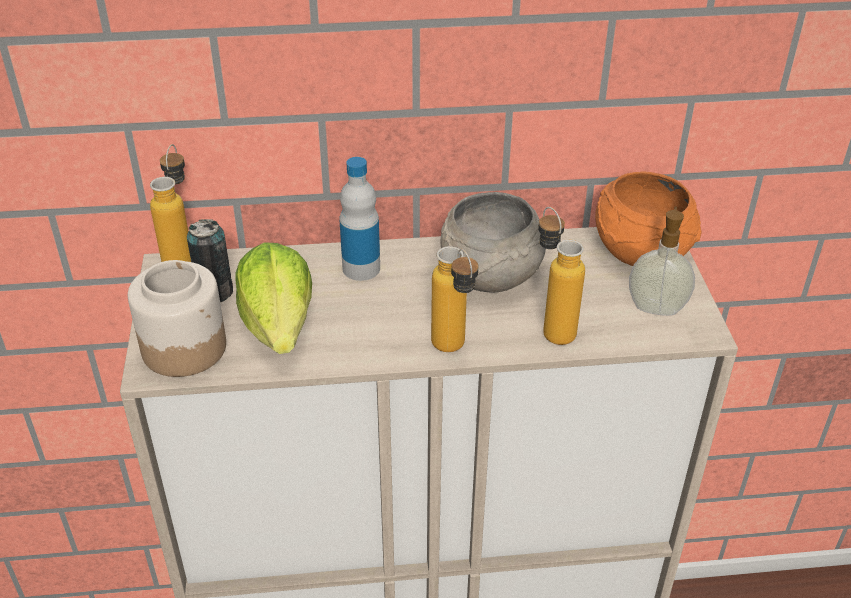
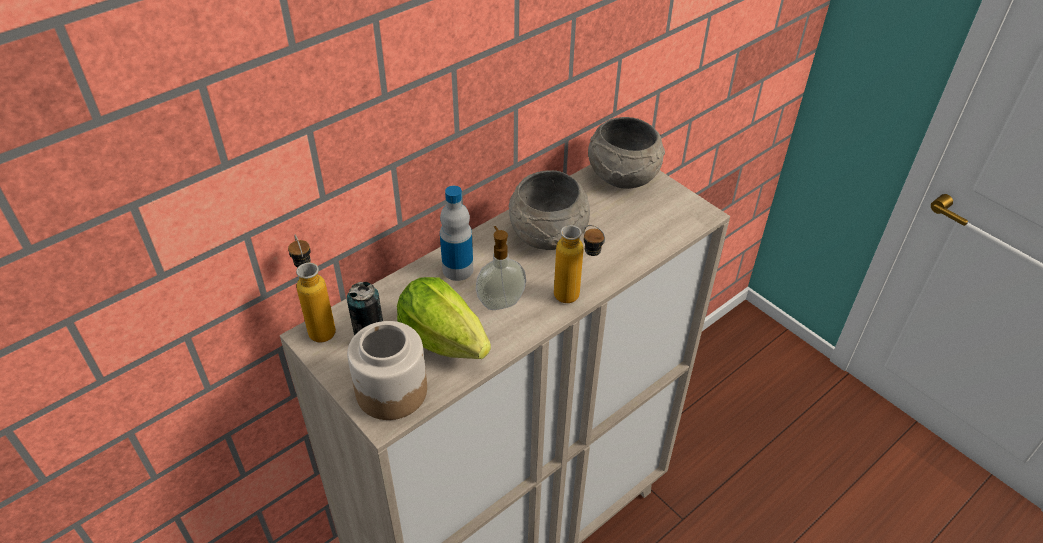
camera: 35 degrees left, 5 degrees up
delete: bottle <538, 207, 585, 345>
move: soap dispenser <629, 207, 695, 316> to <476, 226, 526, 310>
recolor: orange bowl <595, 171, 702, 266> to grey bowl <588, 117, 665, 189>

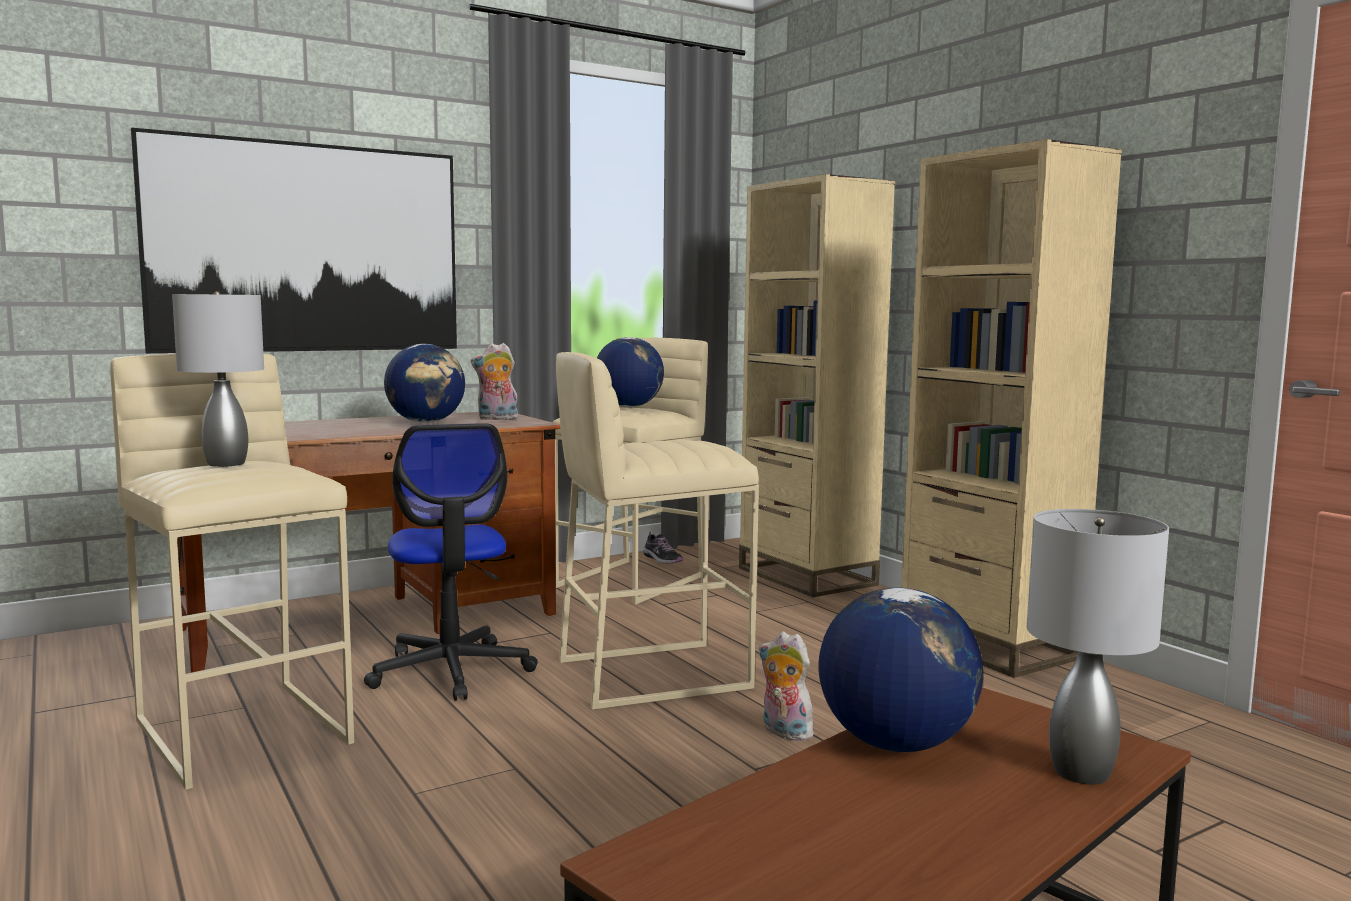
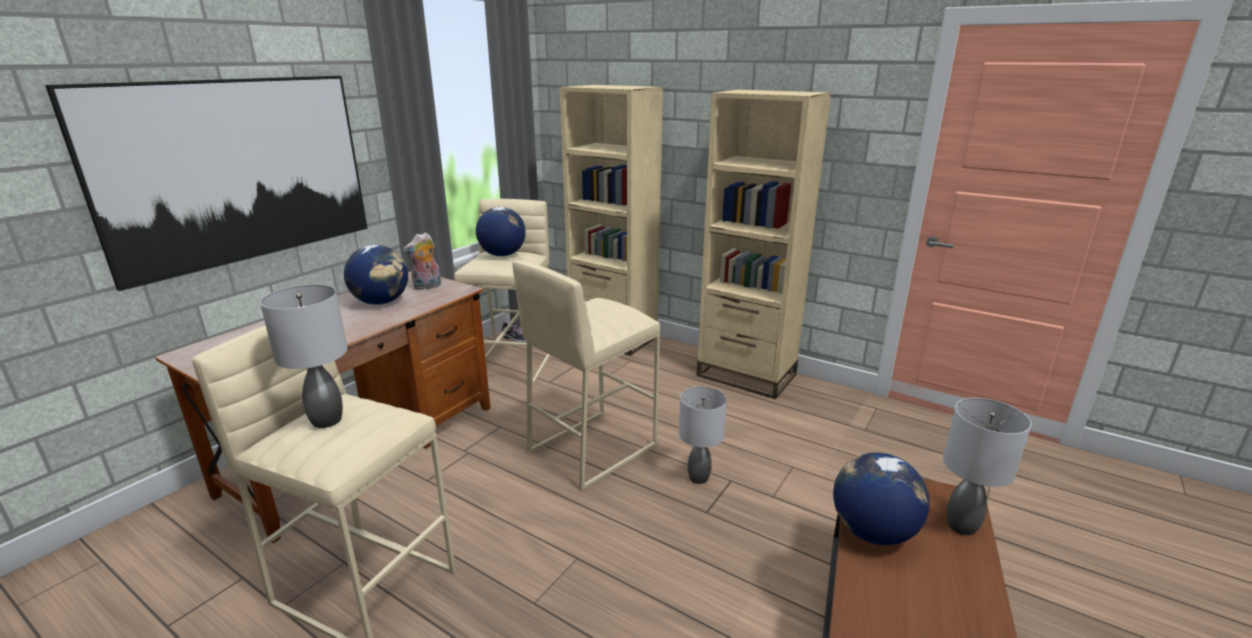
camera: 25 degrees left, 15 degrees up
delete: office chair <364, 423, 538, 701>
replace: plush toy <758, 631, 820, 741> to grey table lamp <679, 386, 727, 484>

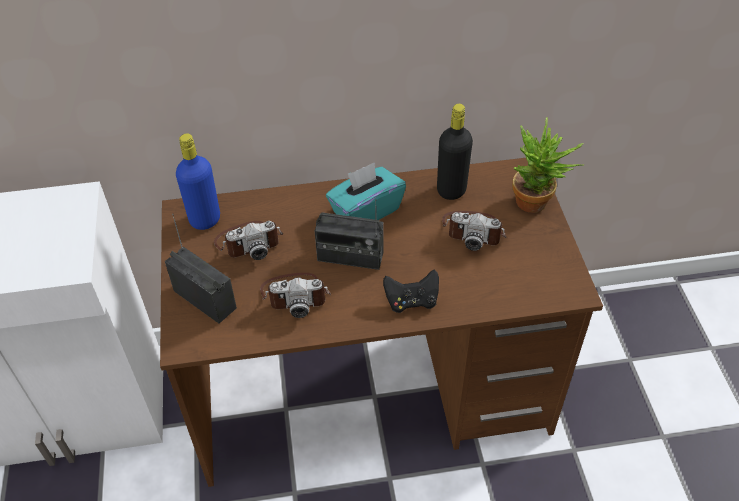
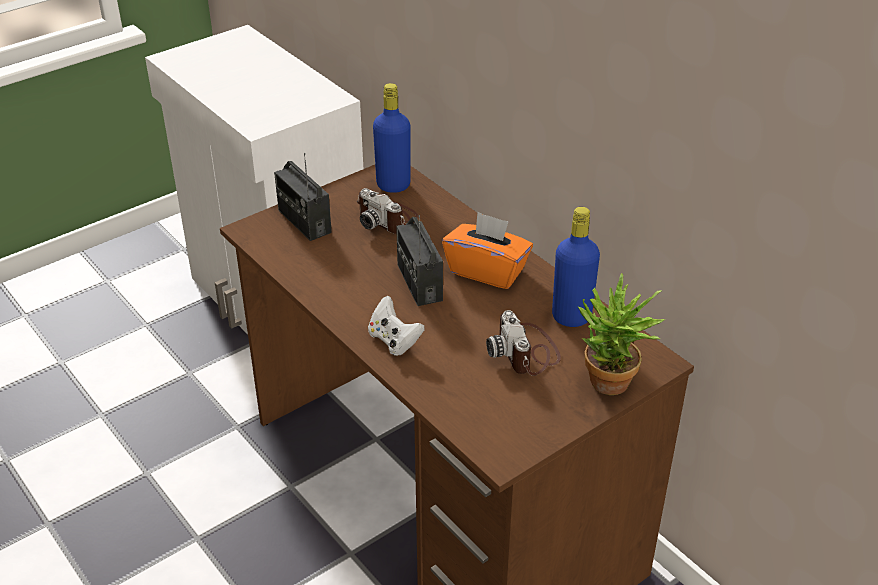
camera: 60 degrees right, 10 degrees down
delete: photo camera <260, 272, 331, 318>
recolor: turquoise tissue box <326, 163, 406, 220> to orange tissue box <442, 212, 533, 289>; black game controller <383, 270, 439, 313> to white game controller <368, 296, 425, 356>; black bottle <437, 104, 473, 200> to blue bottle <552, 207, 600, 327>
rotate: radio <165, 214, 237, 323> = <274, 153, 332, 241> 135 degrees clockwise

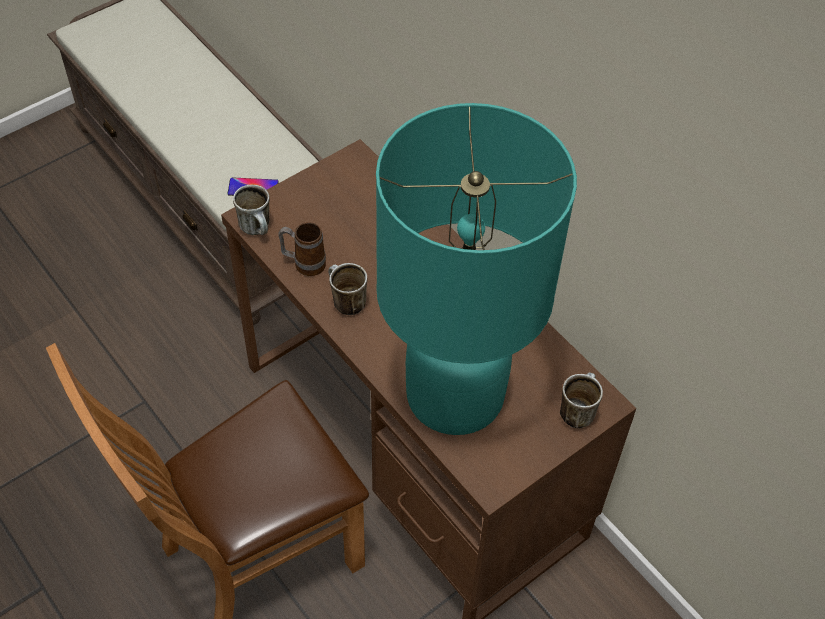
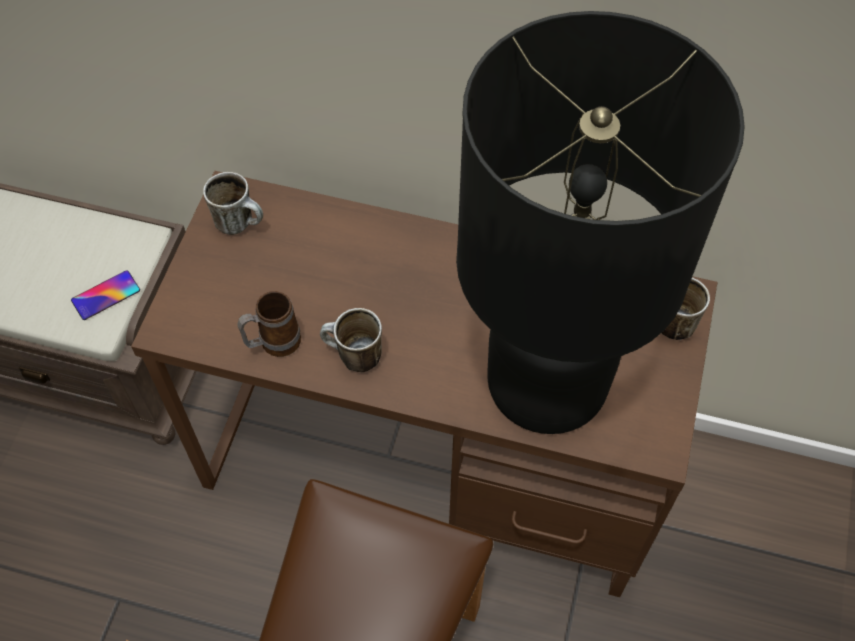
camera: 35 degrees left, 5 degrees up
move: mug <233, 185, 270, 235> to <203, 172, 263, 235>
recolor: turquoise table lamp <376, 103, 577, 435> to black table lamp <456, 11, 745, 434>

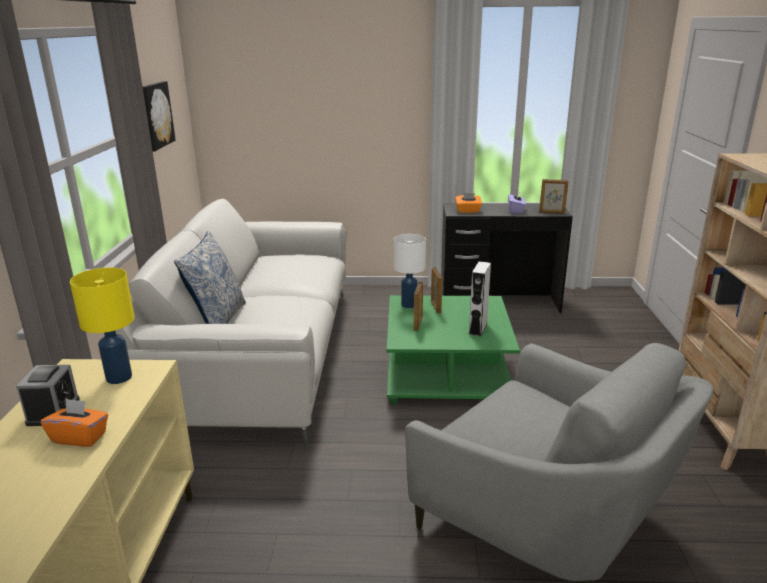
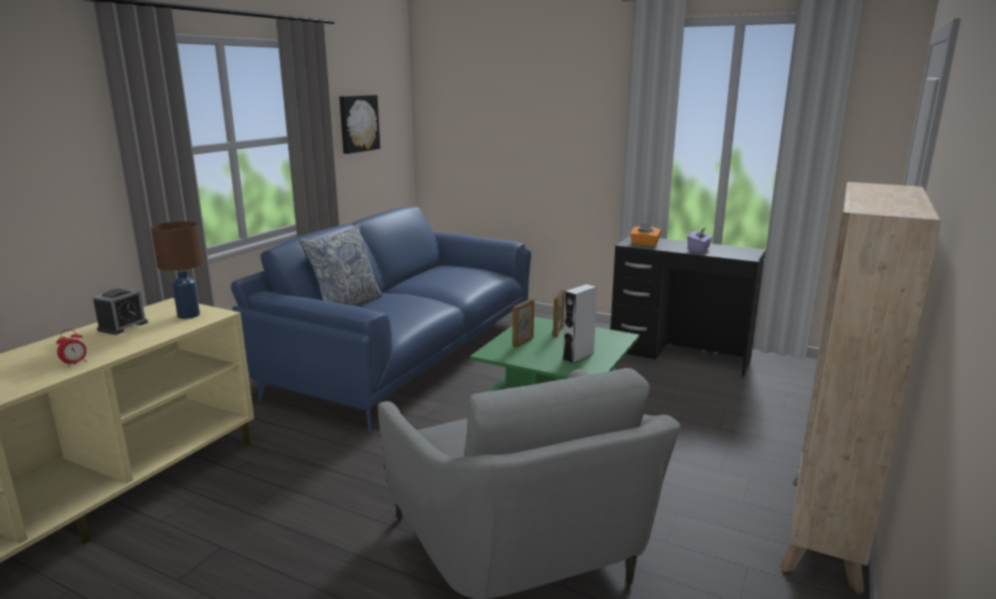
camera: 25 degrees right, 5 degrees down
delete: orange tissue box <41, 399, 108, 447>; white table lamp <393, 234, 426, 308>; picture frame <539, 179, 568, 214>
insert: alarm clock <56, 329, 87, 368>
recolor: yellow table lamp <70, 268, 135, 384> to brown table lamp <151, 221, 204, 319>; grey sofa <115, 199, 347, 449> to blue sofa <231, 206, 531, 433>

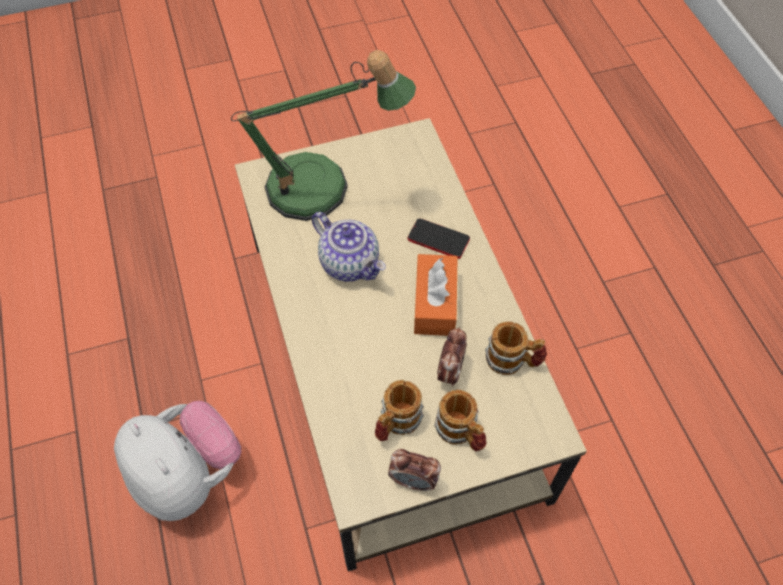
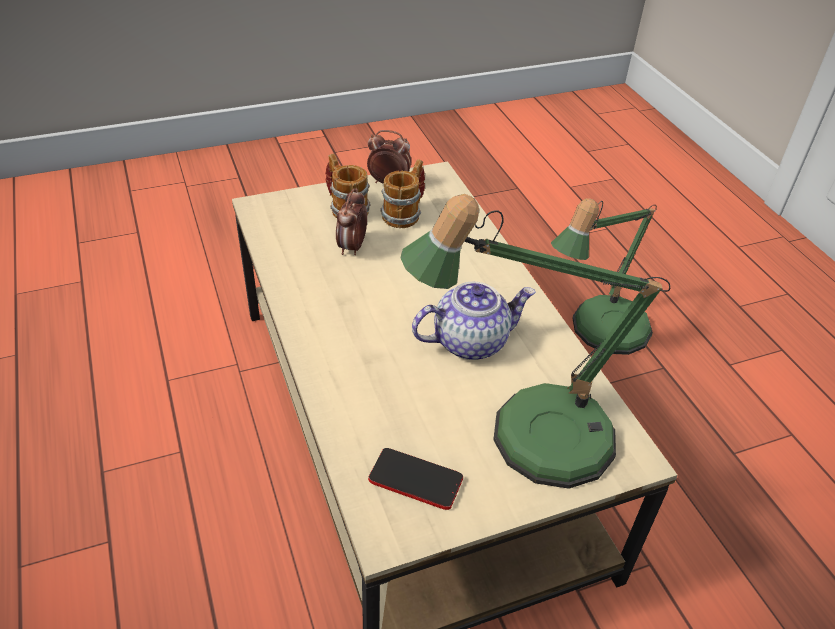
camera: 175 degrees right, 15 degrees down
delete: orange tissue box <414, 254, 457, 336>; mug <485, 322, 547, 375>
move: phone <408, 218, 470, 259> to <368, 448, 463, 510>
replace: plush toy <114, 401, 241, 521> to table lamp <551, 198, 657, 355>
rotate: teapot <312, 212, 386, 282> = <412, 282, 536, 360> 120 degrees clockwise

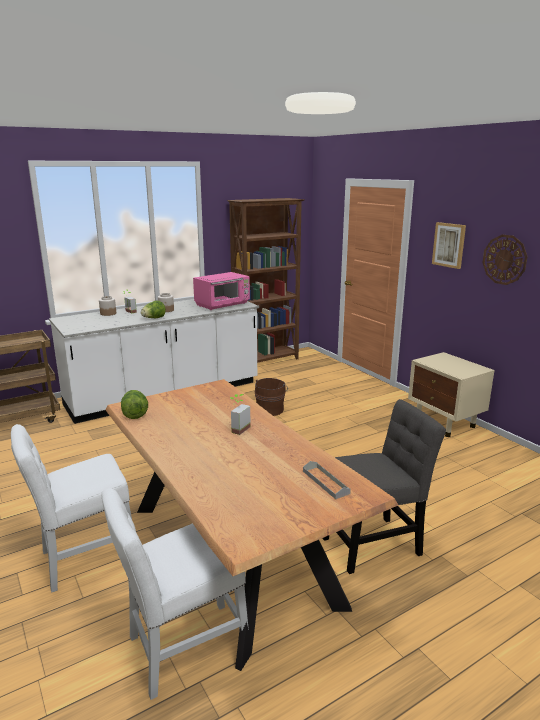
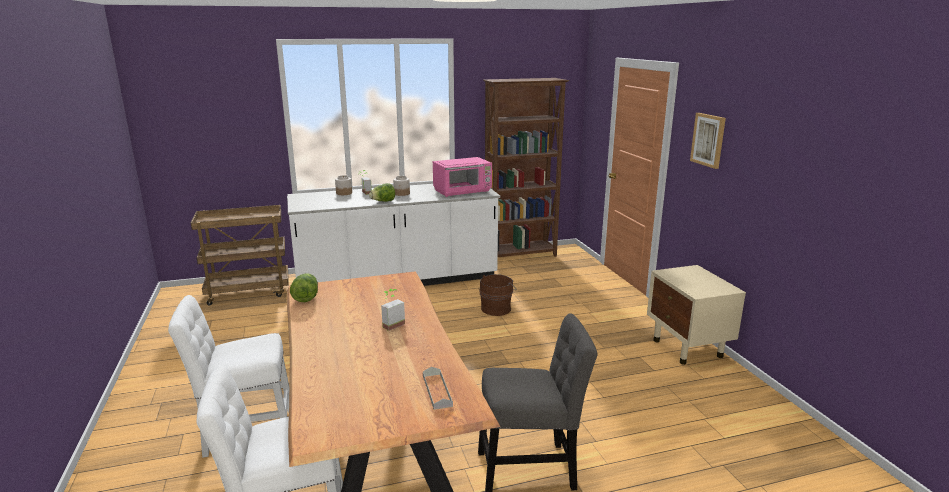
camera: 15 degrees right, 0 degrees up
delete: wall clock <482, 234, 528, 285>

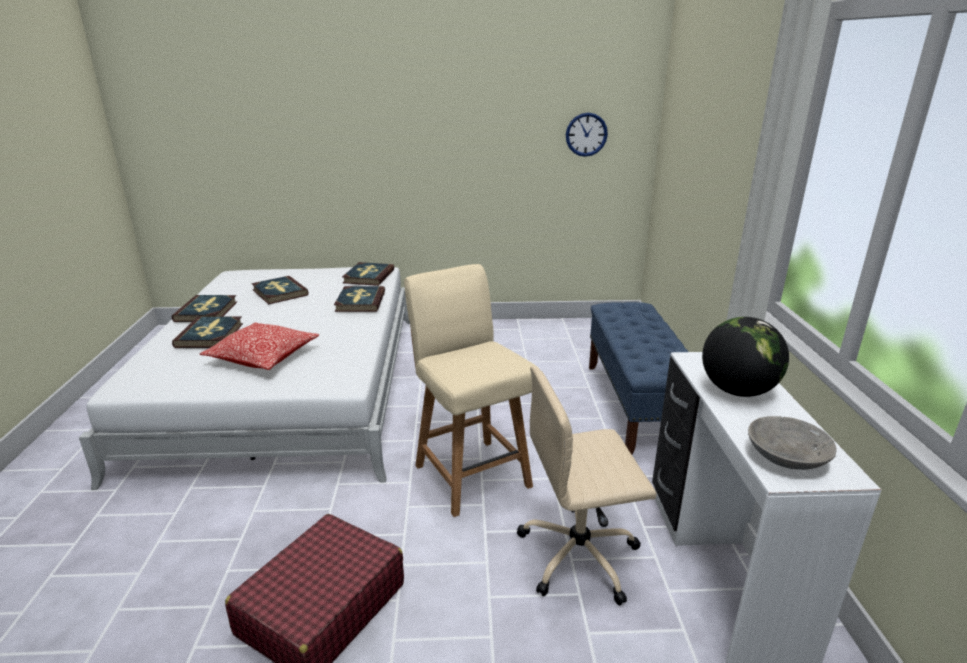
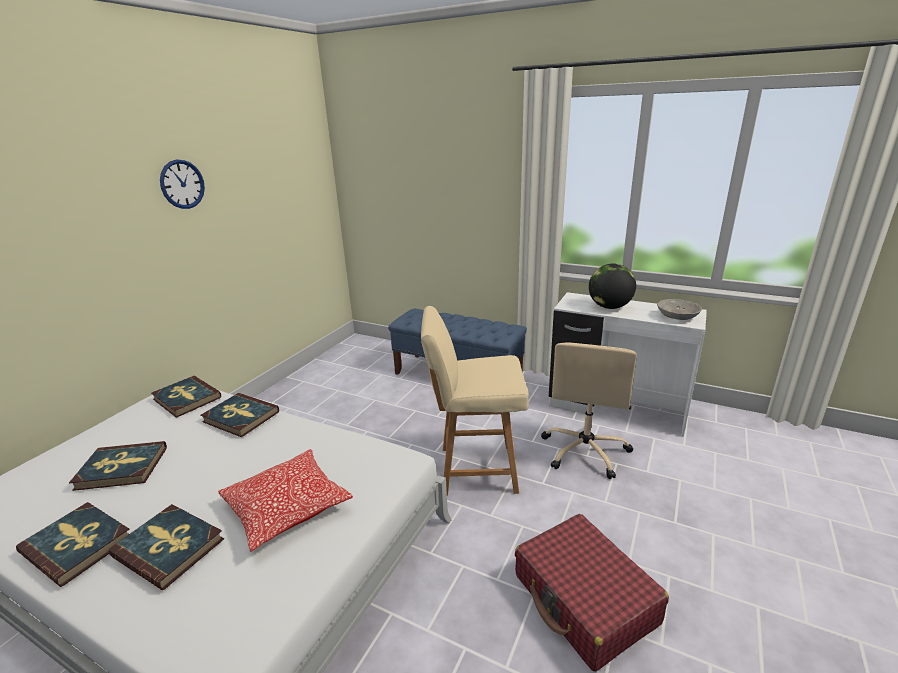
camera: 60 degrees left, 0 degrees up
move: wall clock <566, 113, 608, 157> to <160, 159, 205, 209>

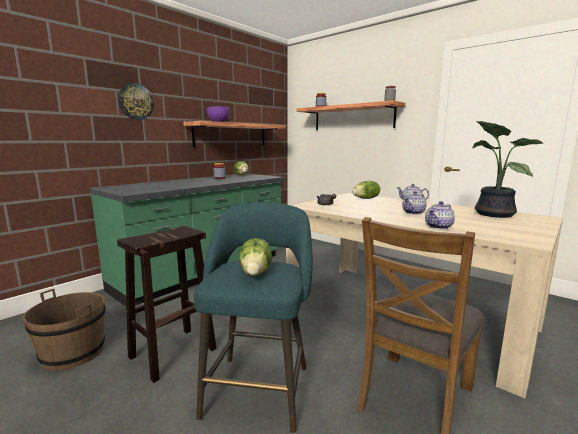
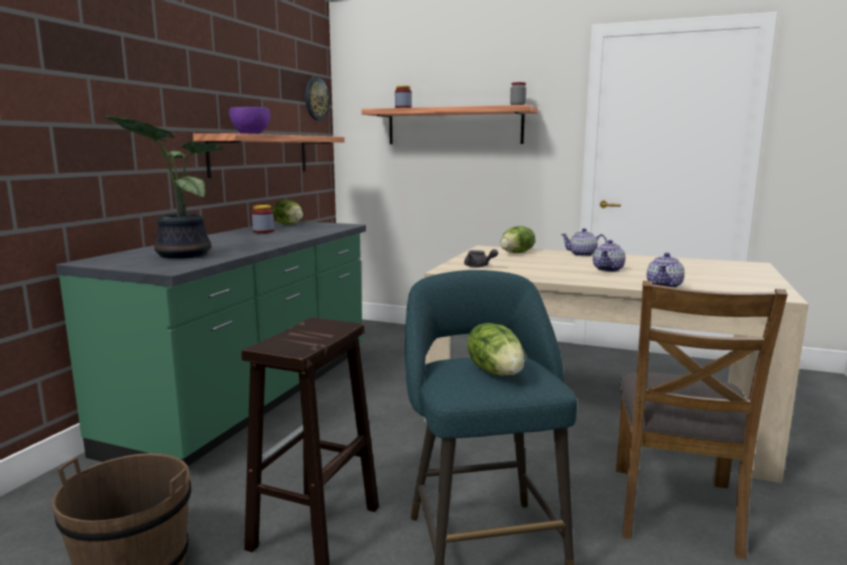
camera: 20 degrees left, 0 degrees up
move: wall clock <118, 83, 154, 120> to <305, 77, 330, 120>; potted plant <473, 121, 543, 218> to <104, 116, 226, 259>

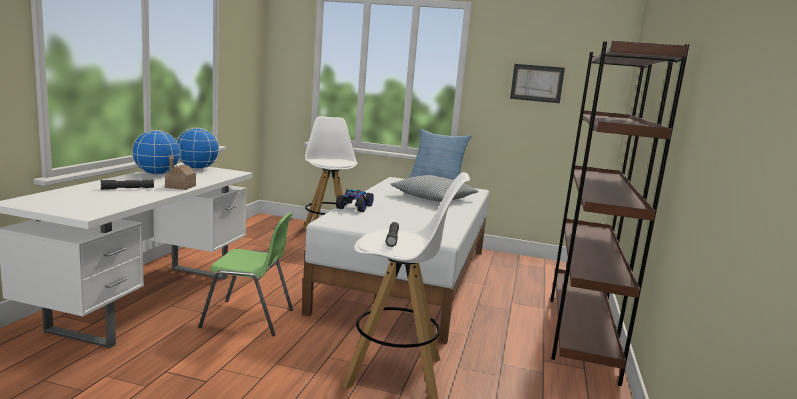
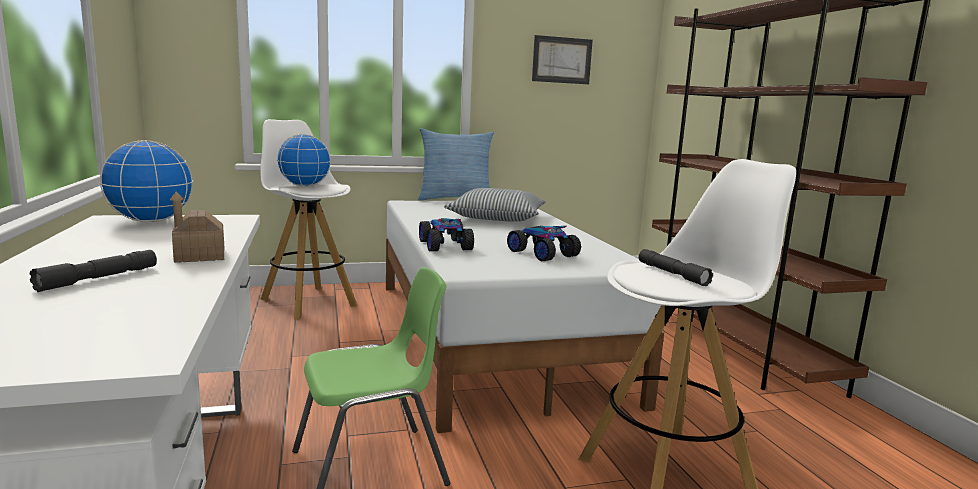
camera: 30 degrees left, 0 degrees up
insert: toy car <507, 226, 581, 261>
move: globe <132, 130, 181, 175> to <277, 134, 331, 187>

